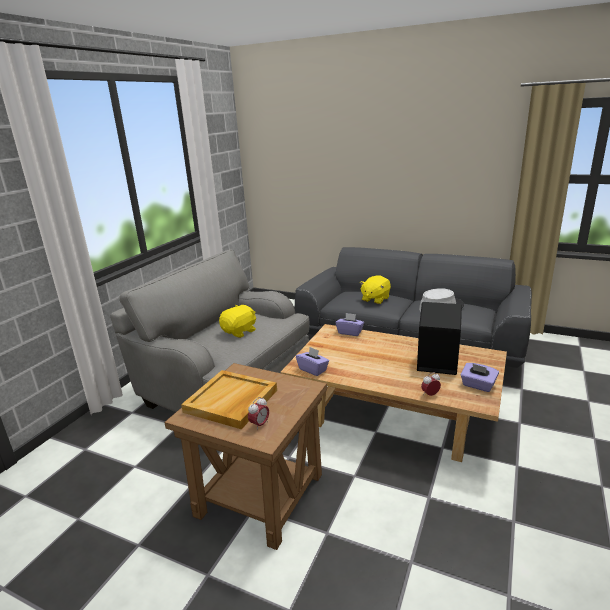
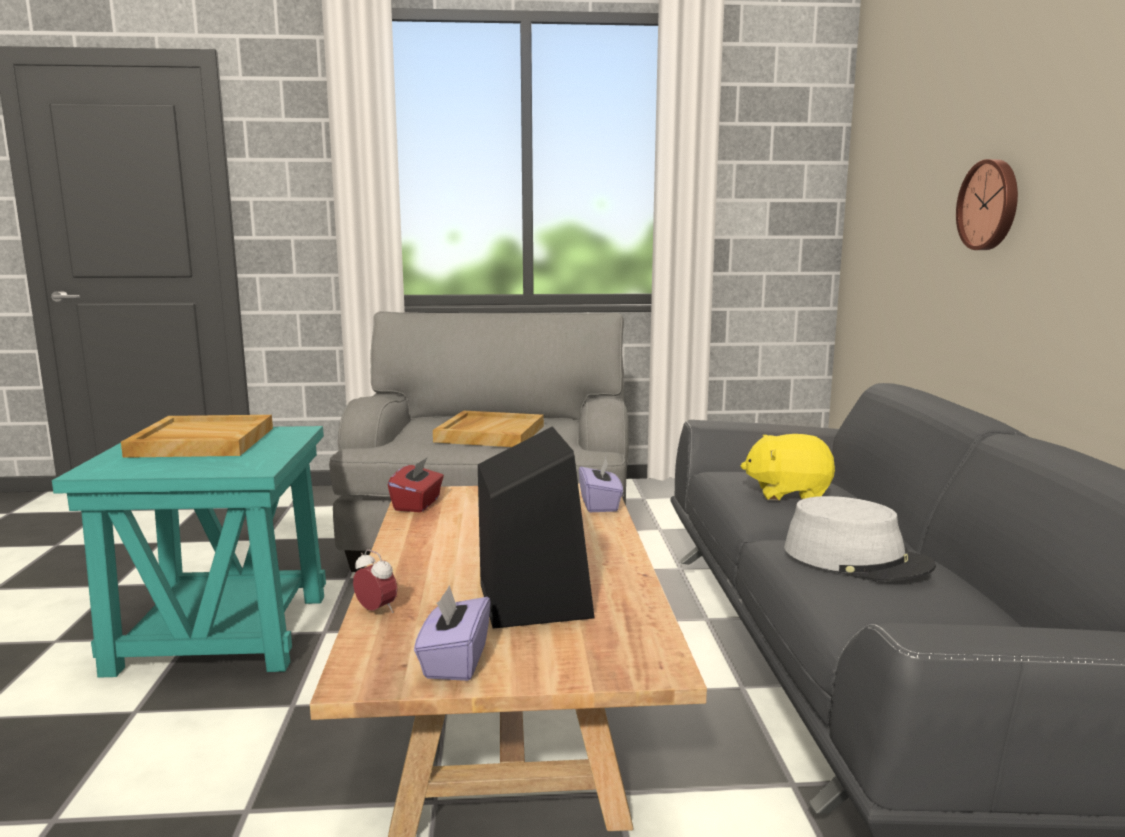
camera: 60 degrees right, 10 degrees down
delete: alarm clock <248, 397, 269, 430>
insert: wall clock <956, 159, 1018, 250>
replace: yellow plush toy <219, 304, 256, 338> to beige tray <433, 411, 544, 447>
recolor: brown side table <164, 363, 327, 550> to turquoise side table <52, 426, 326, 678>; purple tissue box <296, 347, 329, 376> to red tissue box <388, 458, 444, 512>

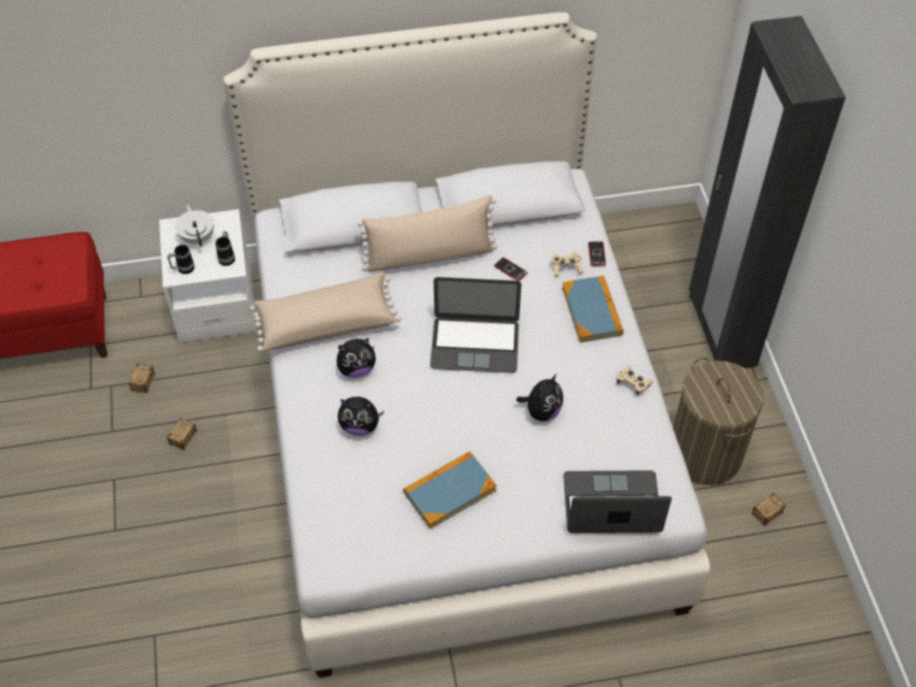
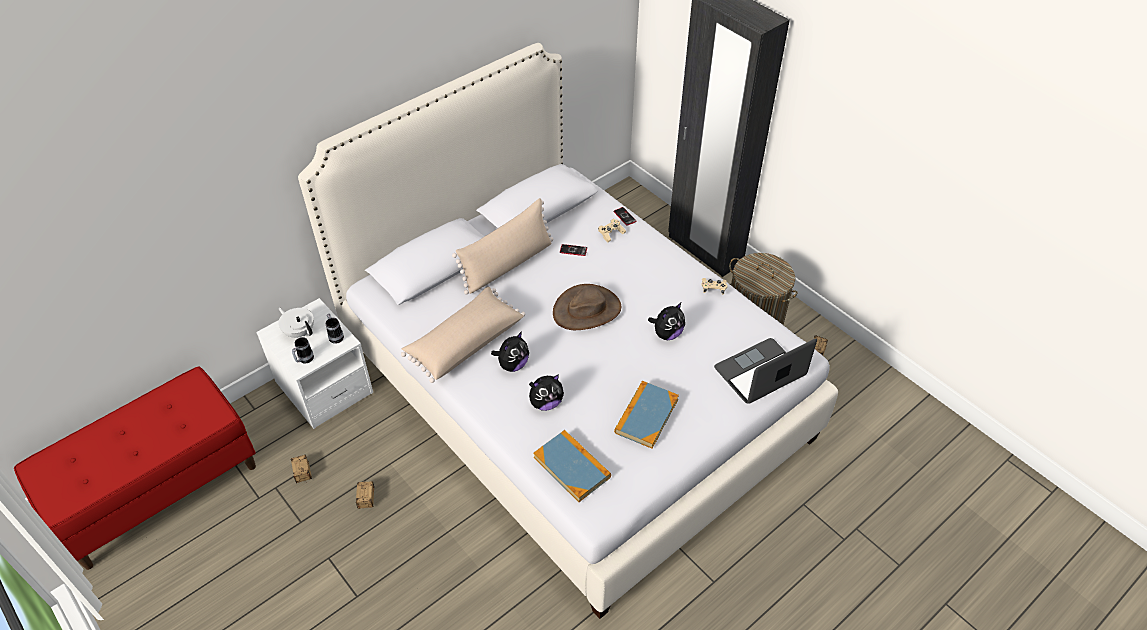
camera: 30 degrees left, 5 degrees down
move: book <562, 275, 624, 343> to <534, 430, 611, 502>
replace: laptop <430, 277, 521, 373> to brown hat <553, 284, 621, 330>
rotate: plush toy <516, 374, 563, 421> = <648, 302, 685, 340> 45 degrees clockwise

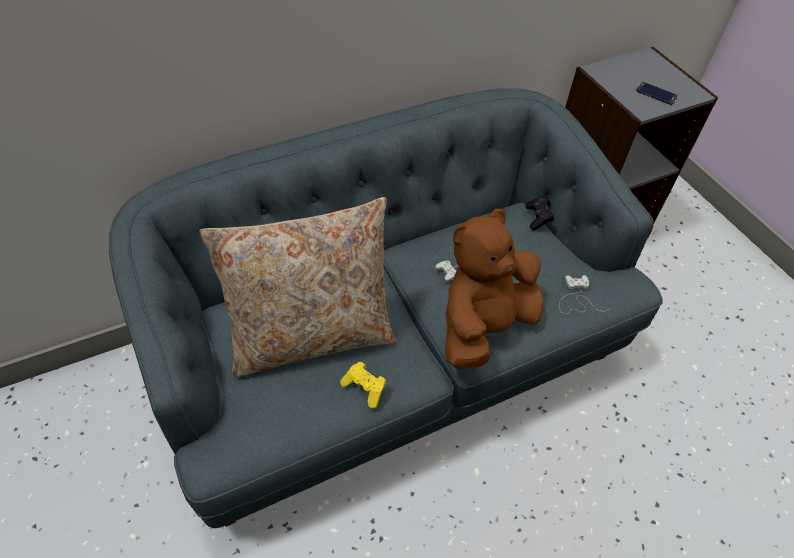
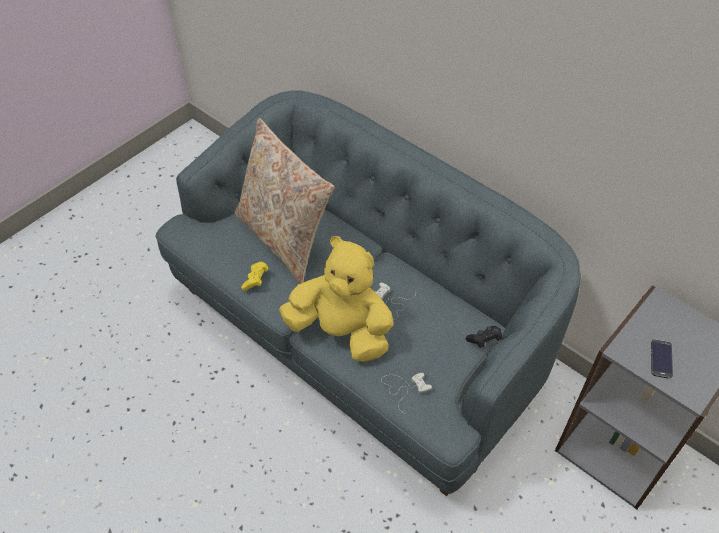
camera: 70 degrees right, 0 degrees up
recolor: brown plush toy <445, 209, 543, 369> to yellow plush toy <279, 236, 394, 362>

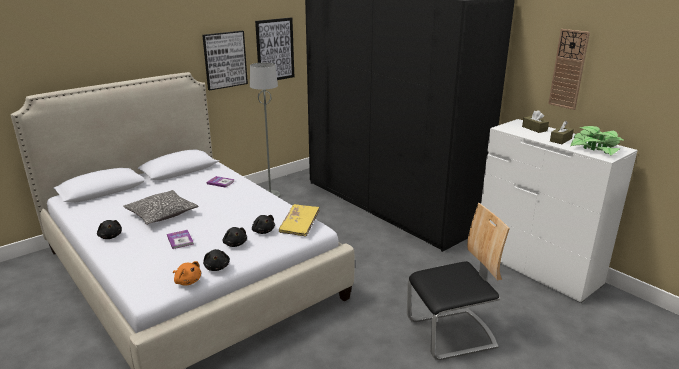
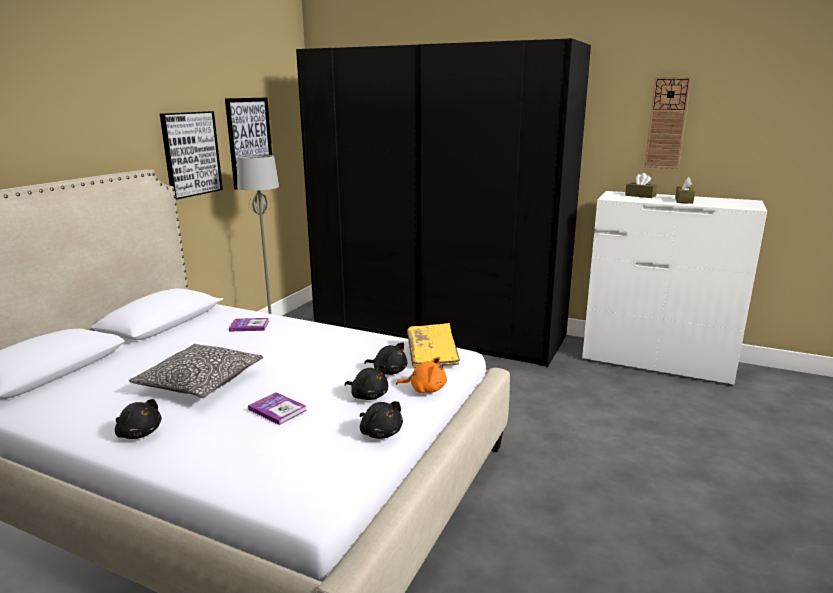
camera: 25 degrees left, 5 degrees down
delete: chair <407, 203, 510, 360>; potted plant <570, 126, 625, 155>
move: orange plush toy <173, 261, 201, 285> to <396, 357, 447, 393>

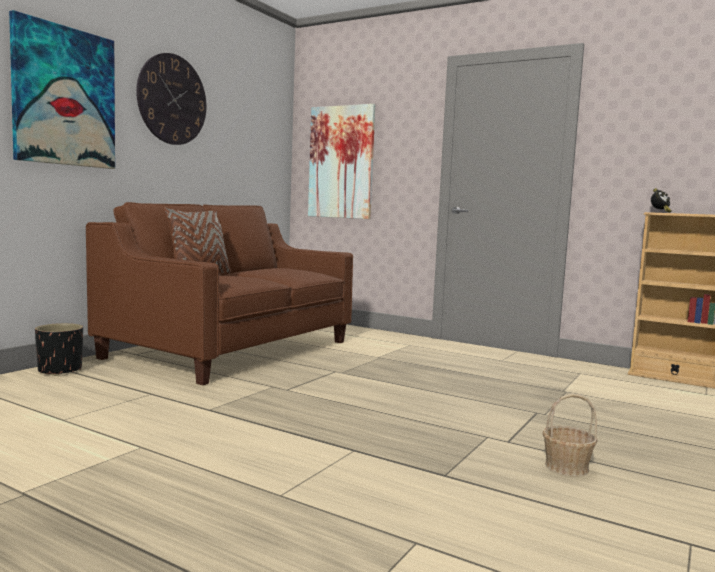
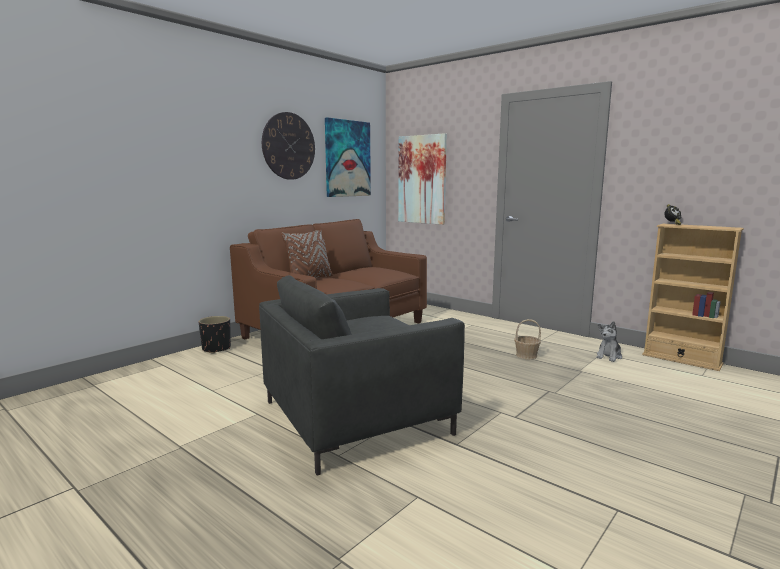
camera: 10 degrees right, 5 degrees up
insert: grey armchair <259, 275, 465, 475>; plush toy <596, 321, 622, 362>
move: picture <9, 10, 115, 169> to <325, 117, 371, 197>; basket <542, 394, 597, 477> to <514, 319, 541, 359>

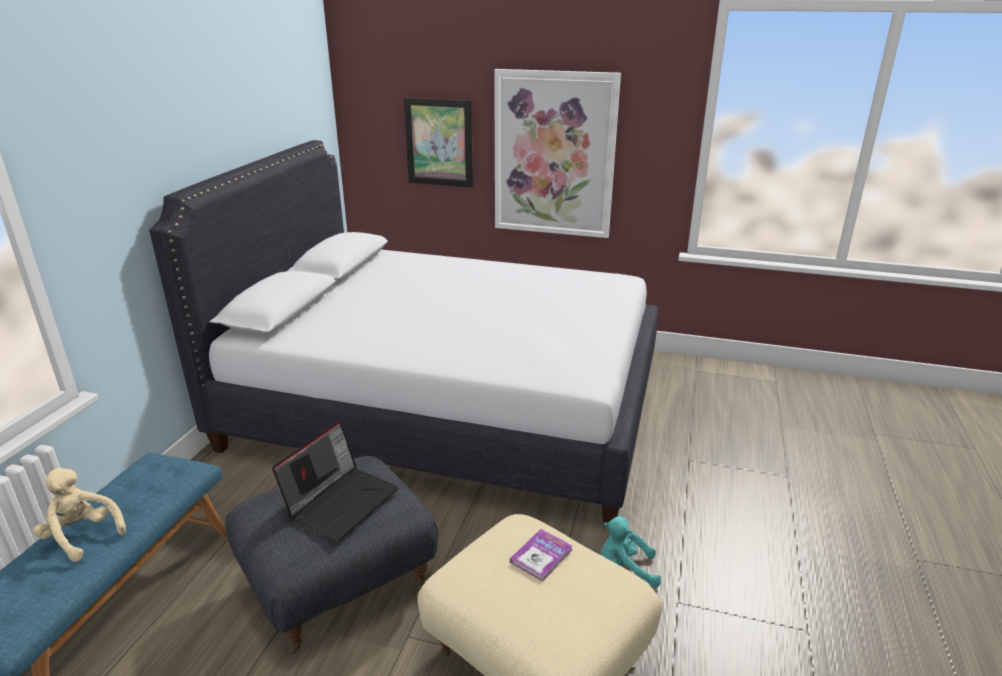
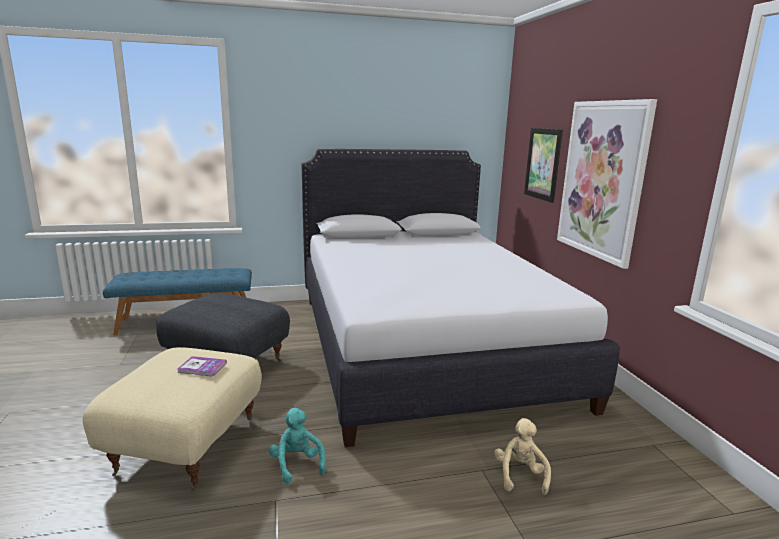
camera: 60 degrees right, 10 degrees down
delete: laptop <272, 421, 399, 542>
move: beige plush toy <34, 468, 126, 562> to <494, 418, 551, 495>

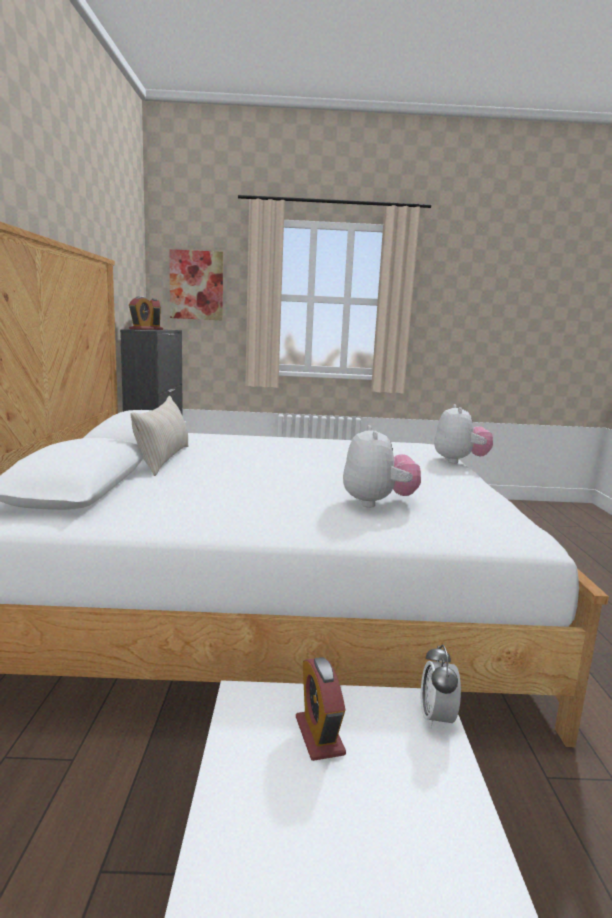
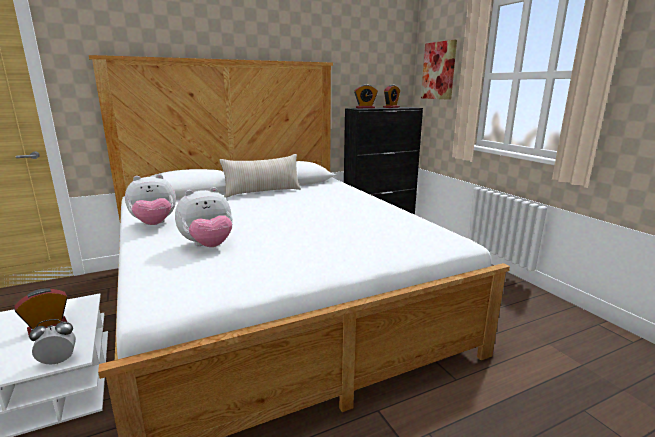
camera: 65 degrees right, 5 degrees up
move: plush toy <434, 404, 493, 464> to <125, 174, 176, 225>

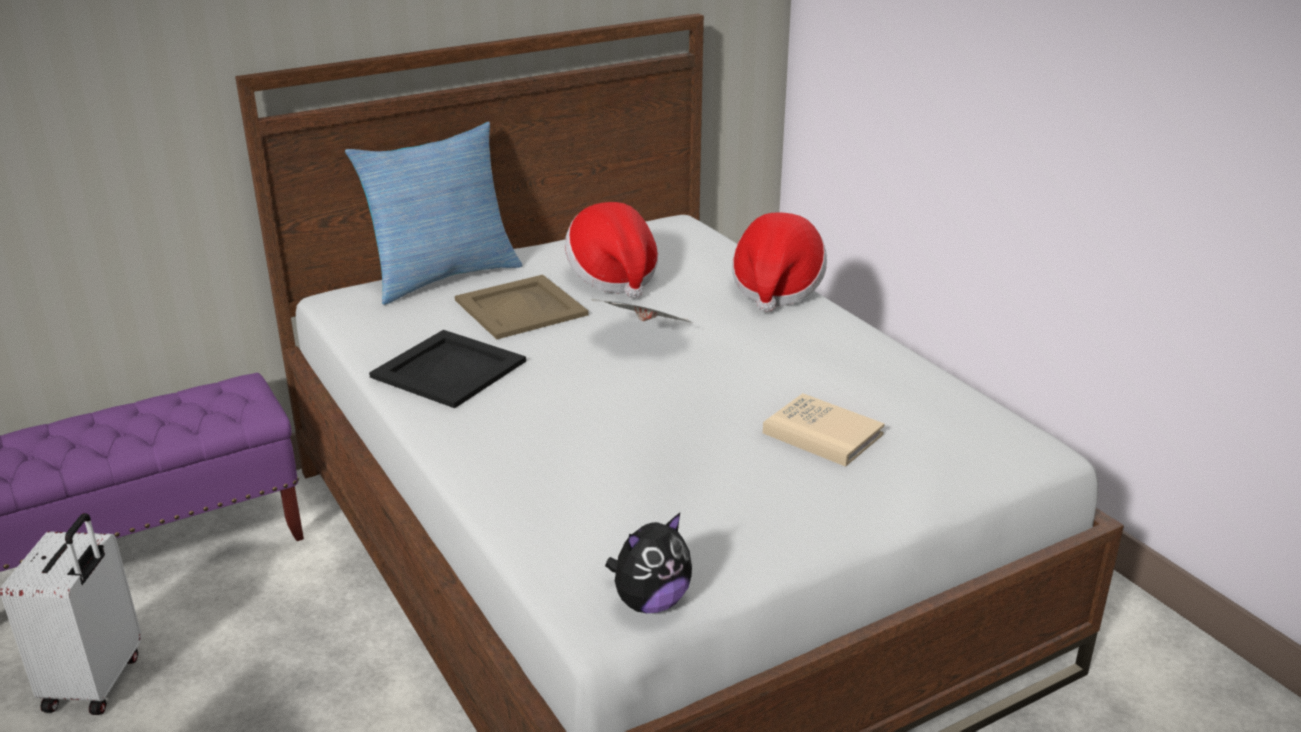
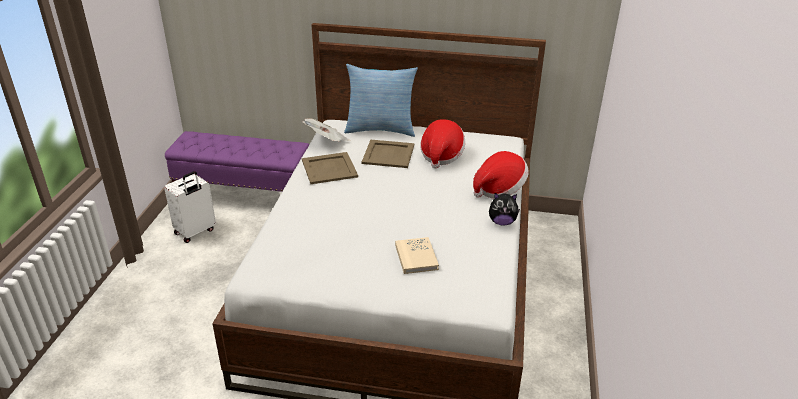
camera: 40 degrees right, 5 degrees up
move: newspaper <591, 299, 693, 323> to <302, 118, 351, 142>; plush toy <605, 513, 692, 613> to <489, 193, 520, 226>
recolor: black tray <369, 330, 526, 408> to beige tray <302, 152, 358, 184>

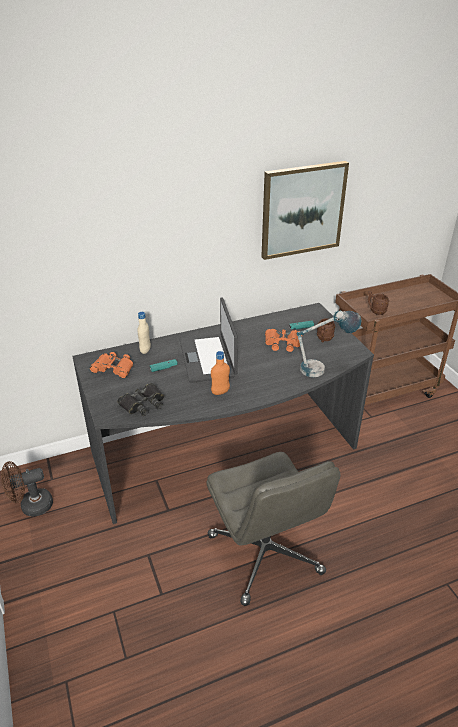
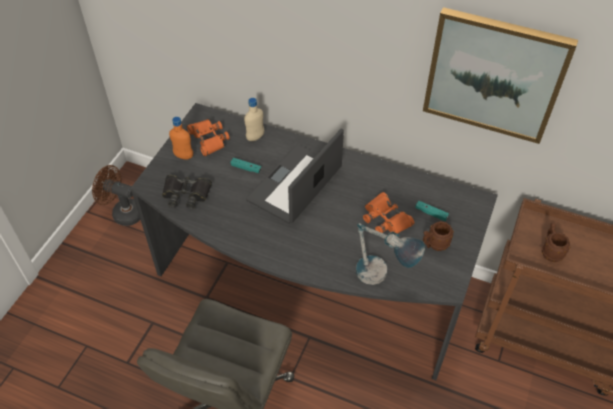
camera: 45 degrees right, 15 degrees up
move: orange bottle <211, 351, 230, 395> to <169, 117, 193, 159>

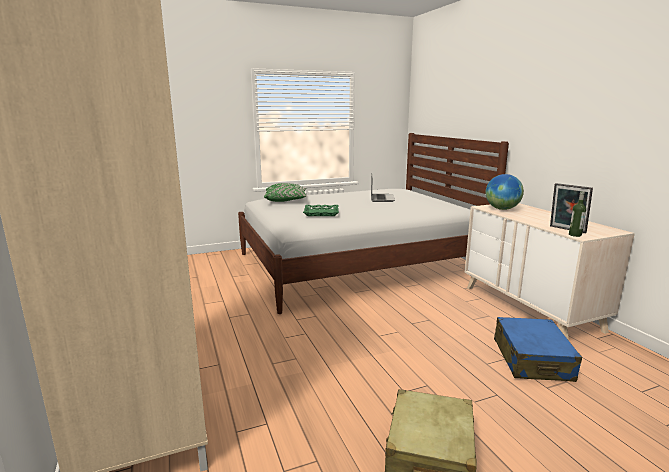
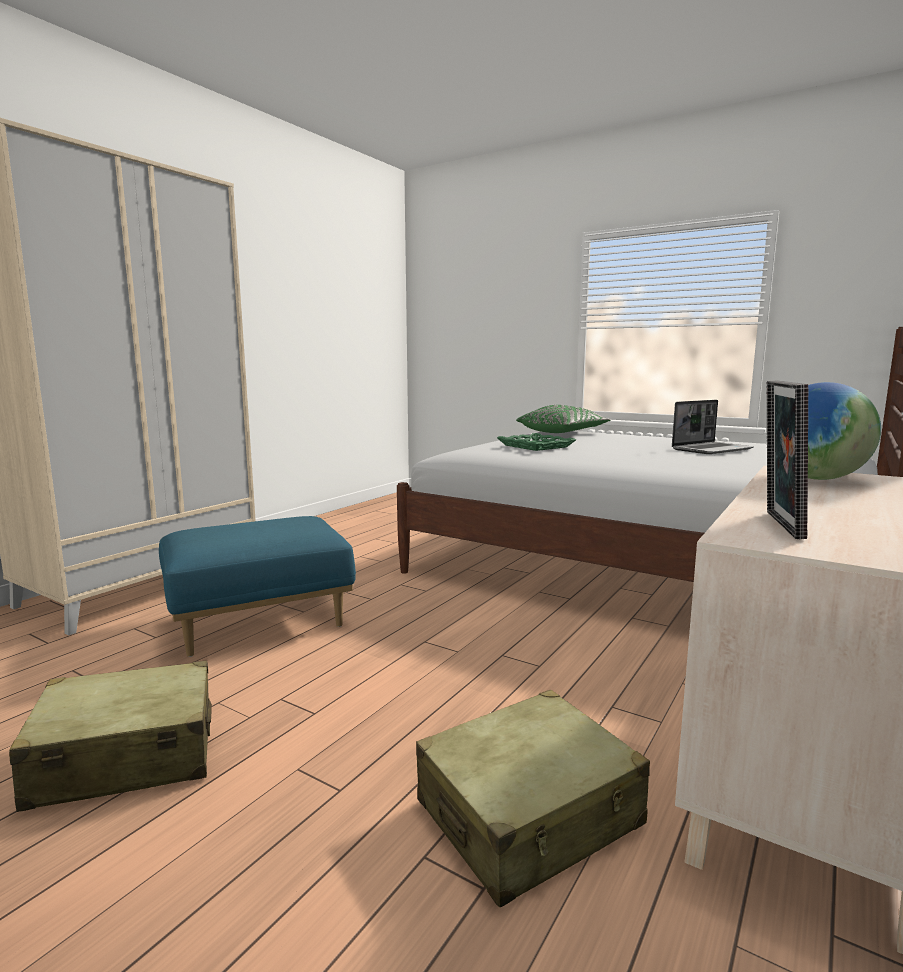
camera: 55 degrees right, 5 degrees down
delete: bottle <569, 191, 586, 237>
insert: blue ottoman <159, 516, 356, 657>
recolor: blue suitcase <494, 317, 582, 382> to beige suitcase <416, 690, 650, 907>

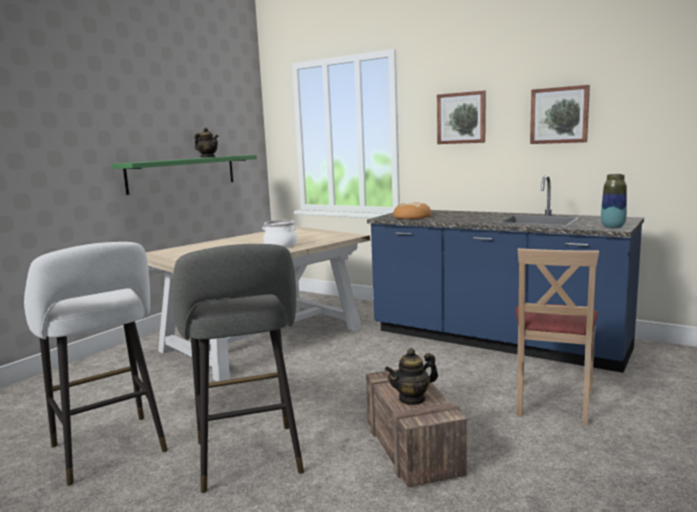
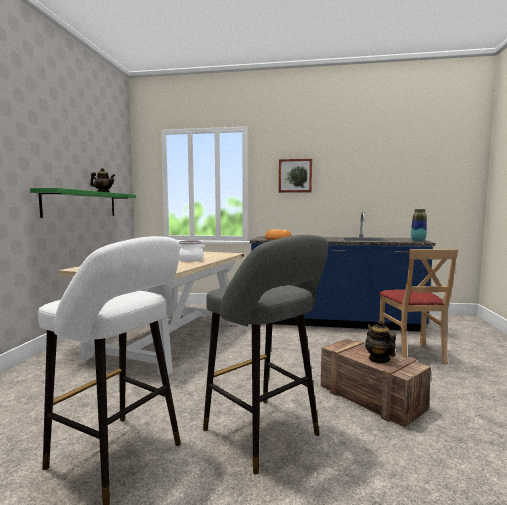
camera: 25 degrees left, 5 degrees down
delete: picture <530, 85, 590, 144>
rotate: teapot <385, 348, 438, 405> = <365, 320, 396, 363> 120 degrees clockwise

